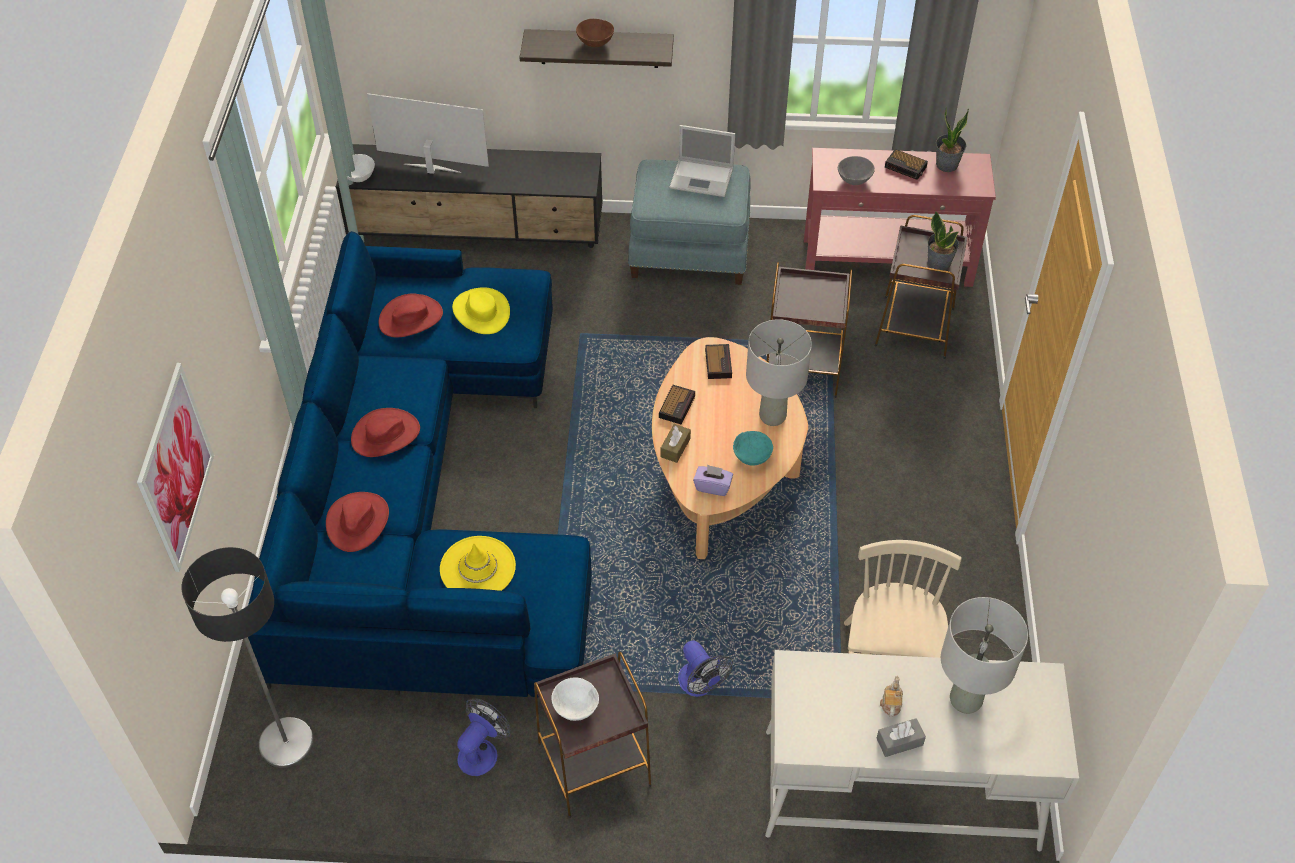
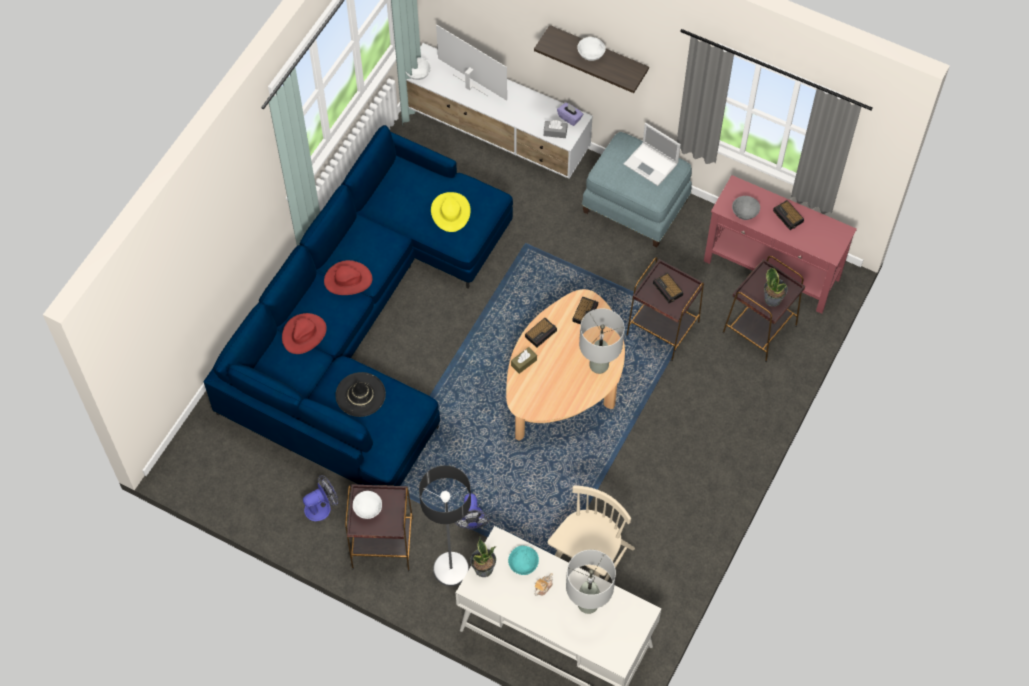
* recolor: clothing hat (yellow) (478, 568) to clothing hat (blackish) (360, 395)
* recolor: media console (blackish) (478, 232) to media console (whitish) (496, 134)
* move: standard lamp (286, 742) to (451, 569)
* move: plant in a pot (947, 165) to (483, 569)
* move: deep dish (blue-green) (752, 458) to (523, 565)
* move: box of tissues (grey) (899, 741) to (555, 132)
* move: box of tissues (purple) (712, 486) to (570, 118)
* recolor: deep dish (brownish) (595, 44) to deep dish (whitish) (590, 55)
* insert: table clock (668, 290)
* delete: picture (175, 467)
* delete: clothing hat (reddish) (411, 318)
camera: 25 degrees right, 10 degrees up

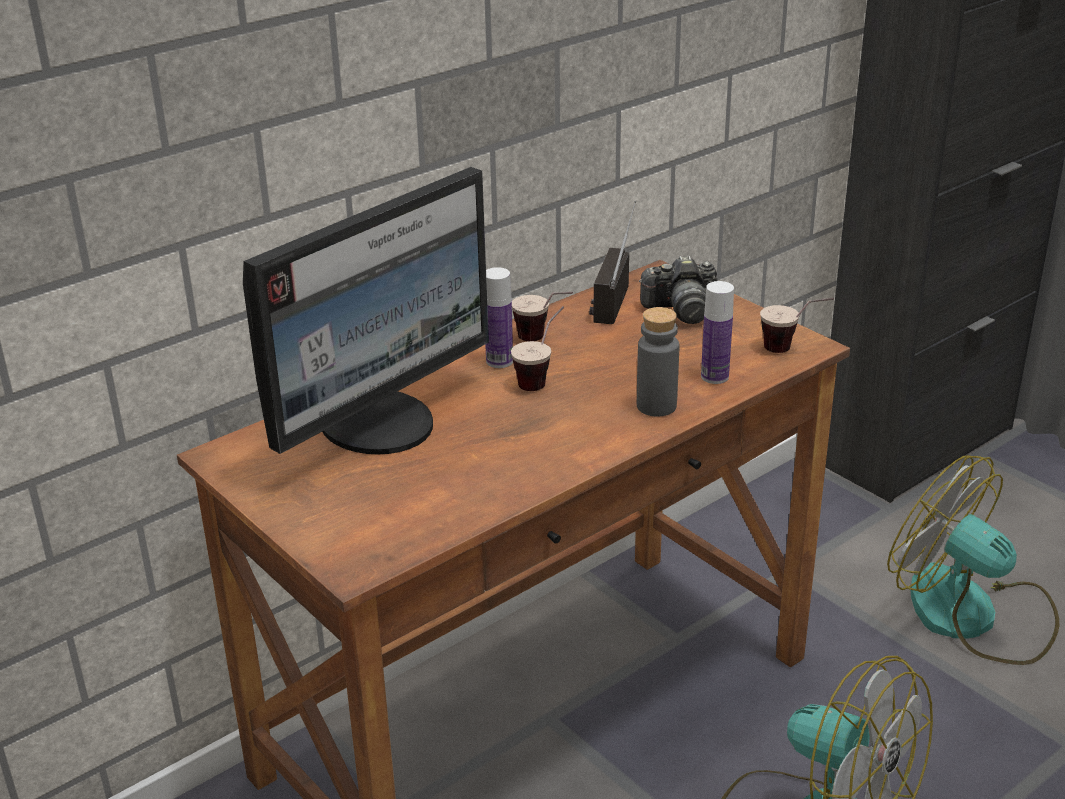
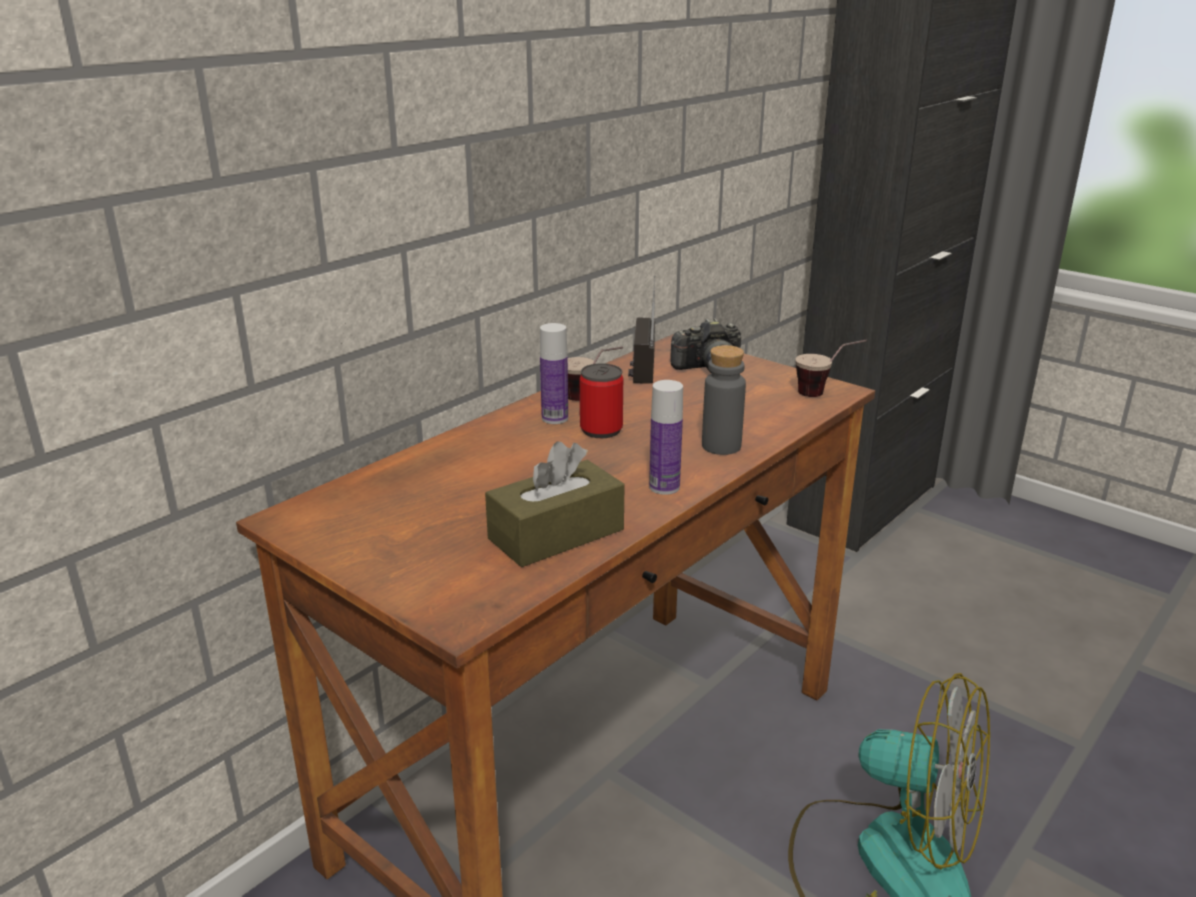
* insert: box of tissues (brownish) (556, 534)
* replace: drinking cup (541, 378) to can (601, 430)
* move: beverage bottle (714, 377) to (664, 487)
* delete: computer screen (381, 424)
* delete: cooling fan (972, 616)
camera: 10 degrees left, 5 degrees down

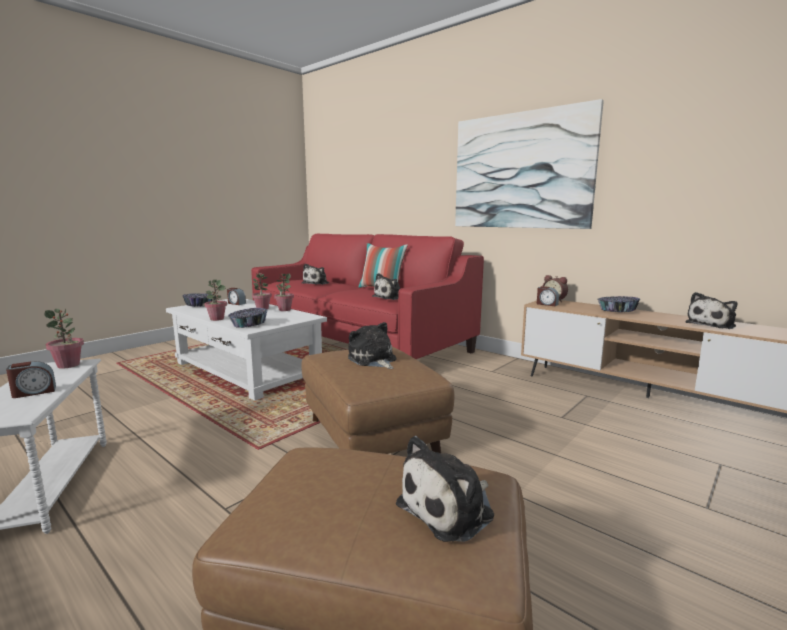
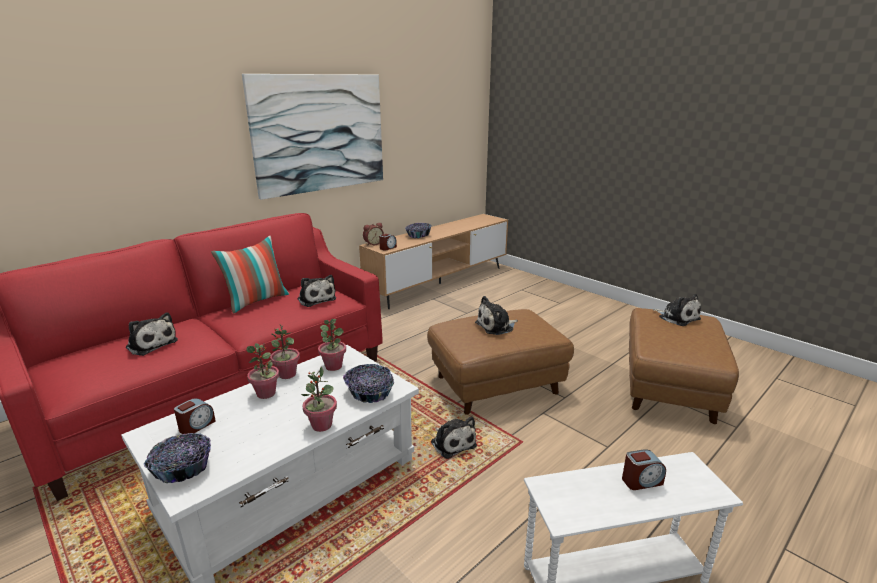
* move: plant in a pot (68, 365) to (333, 366)
* move: plush toy (712, 324) to (452, 442)
* rotate: table clock (34, 392) = (641, 481) 105 degrees clockwise
camera: 85 degrees left, 10 degrees up

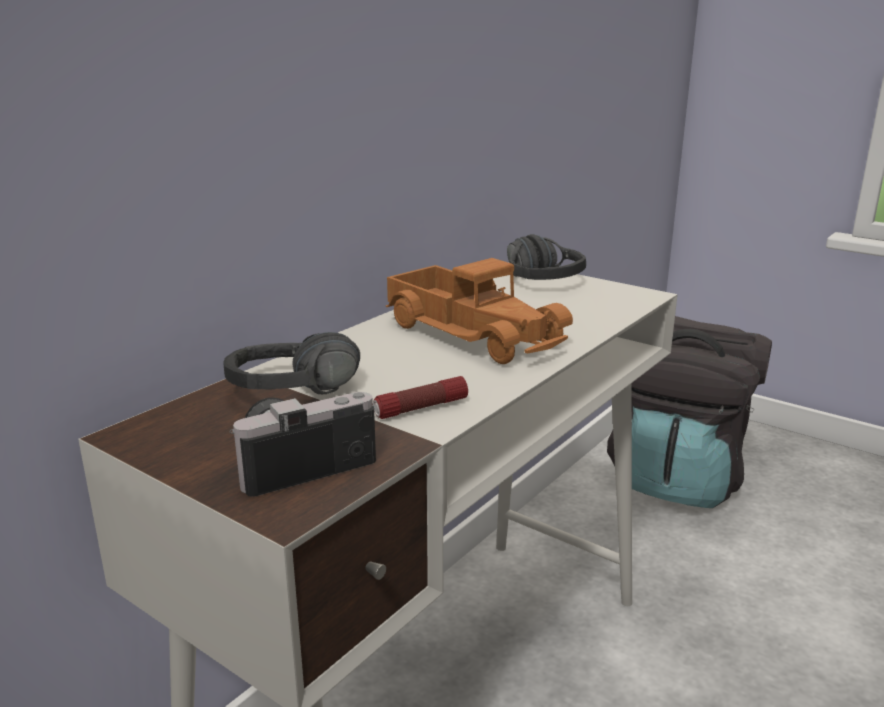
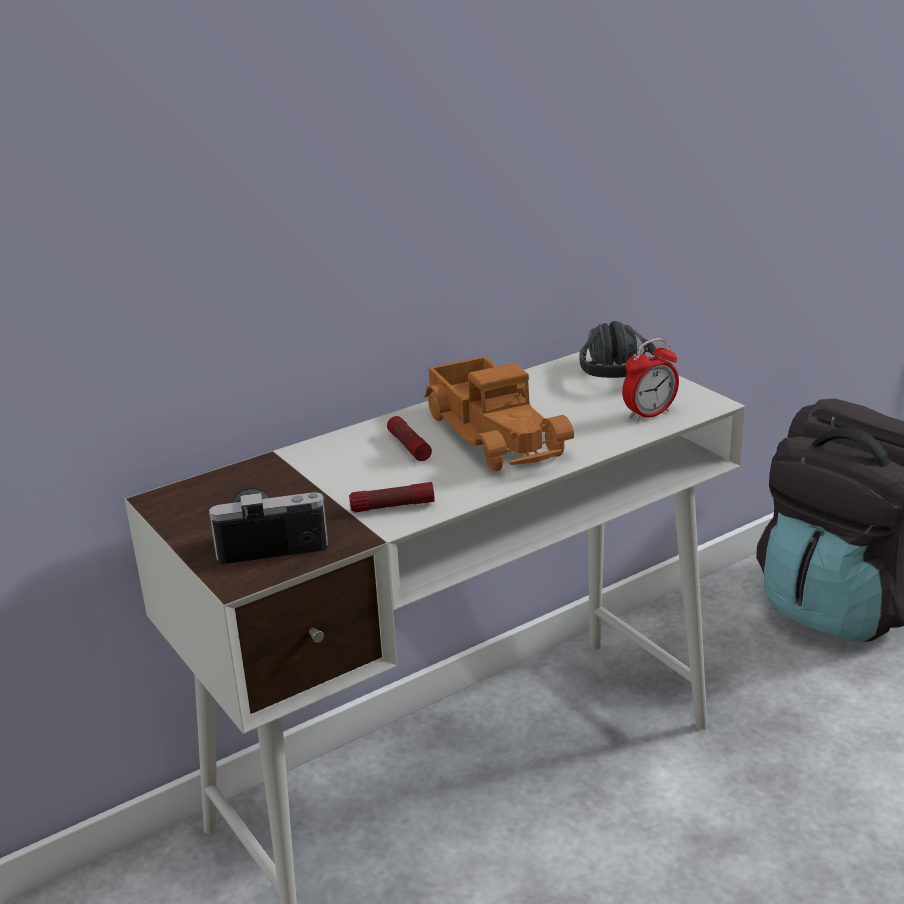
* insert: hand torch (408, 446)
* insert: table clock (649, 414)
* delete: headphones (blackish) (296, 398)
camera: 20 degrees right, 5 degrees up

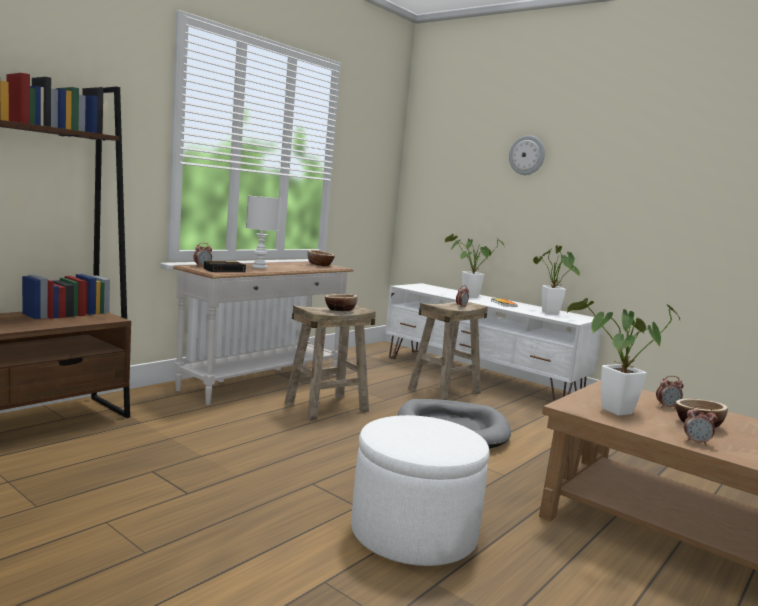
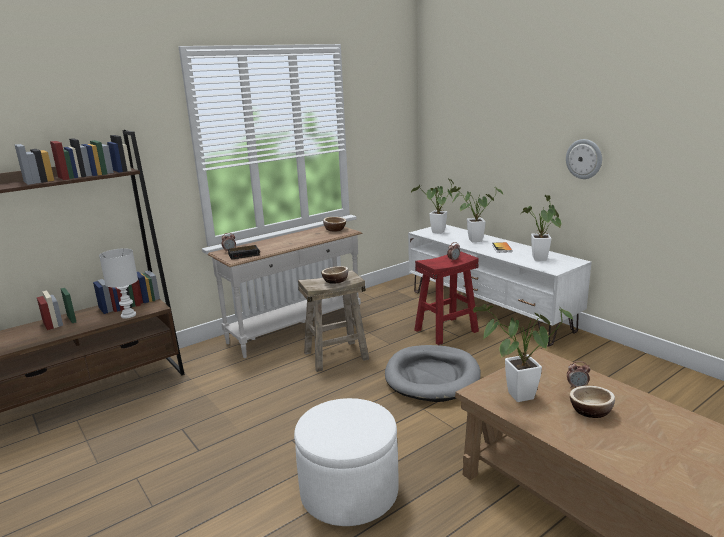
* move: table lamp (whitish) (259, 267) to (128, 315)
* insert: plant in a pot (436, 233)
* recolor: sitting stool (beige-coloured) (444, 391) to sitting stool (reddish) (446, 330)
* move: hanging clock (527, 155) to (584, 159)
* delete: table clock (696, 442)
camera: 15 degrees right, 10 degrees up

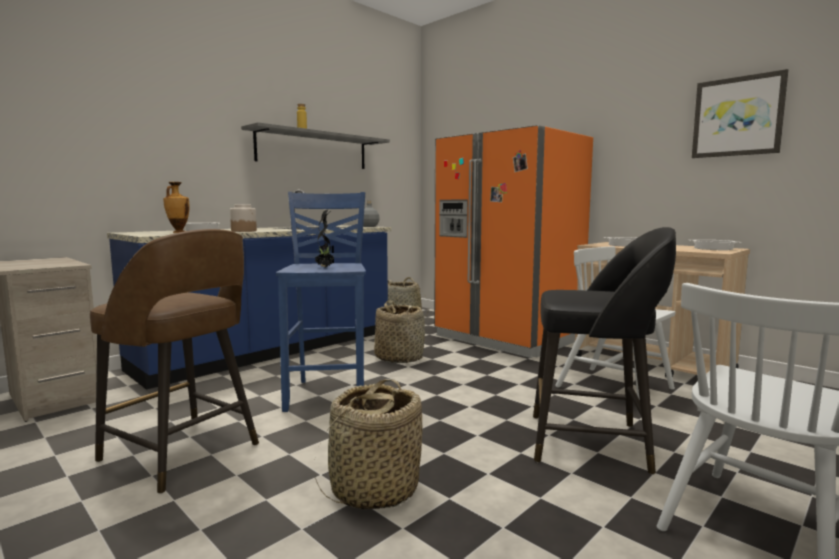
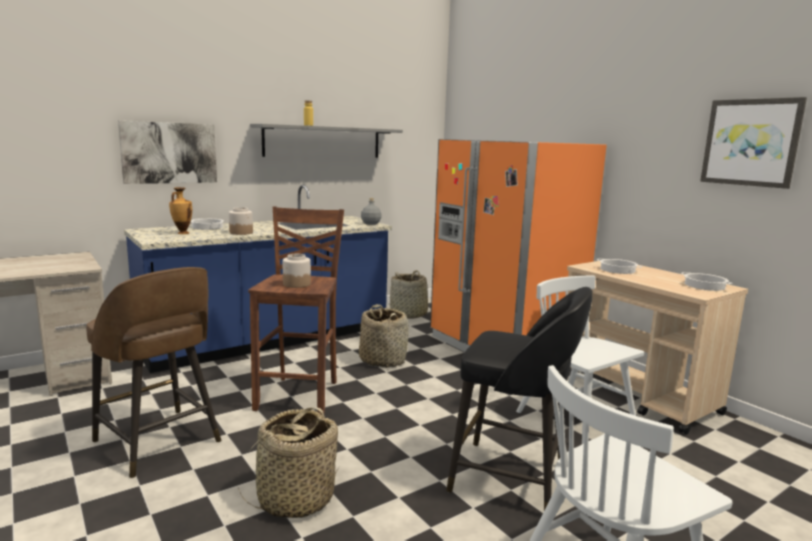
* insert: picture (169, 153)
* recolor: sitting stool (bluish) (329, 393) to sitting stool (brownish) (300, 395)
* replace: plant in a pot (325, 267) to jar (296, 284)
camera: 10 degrees right, 5 degrees up

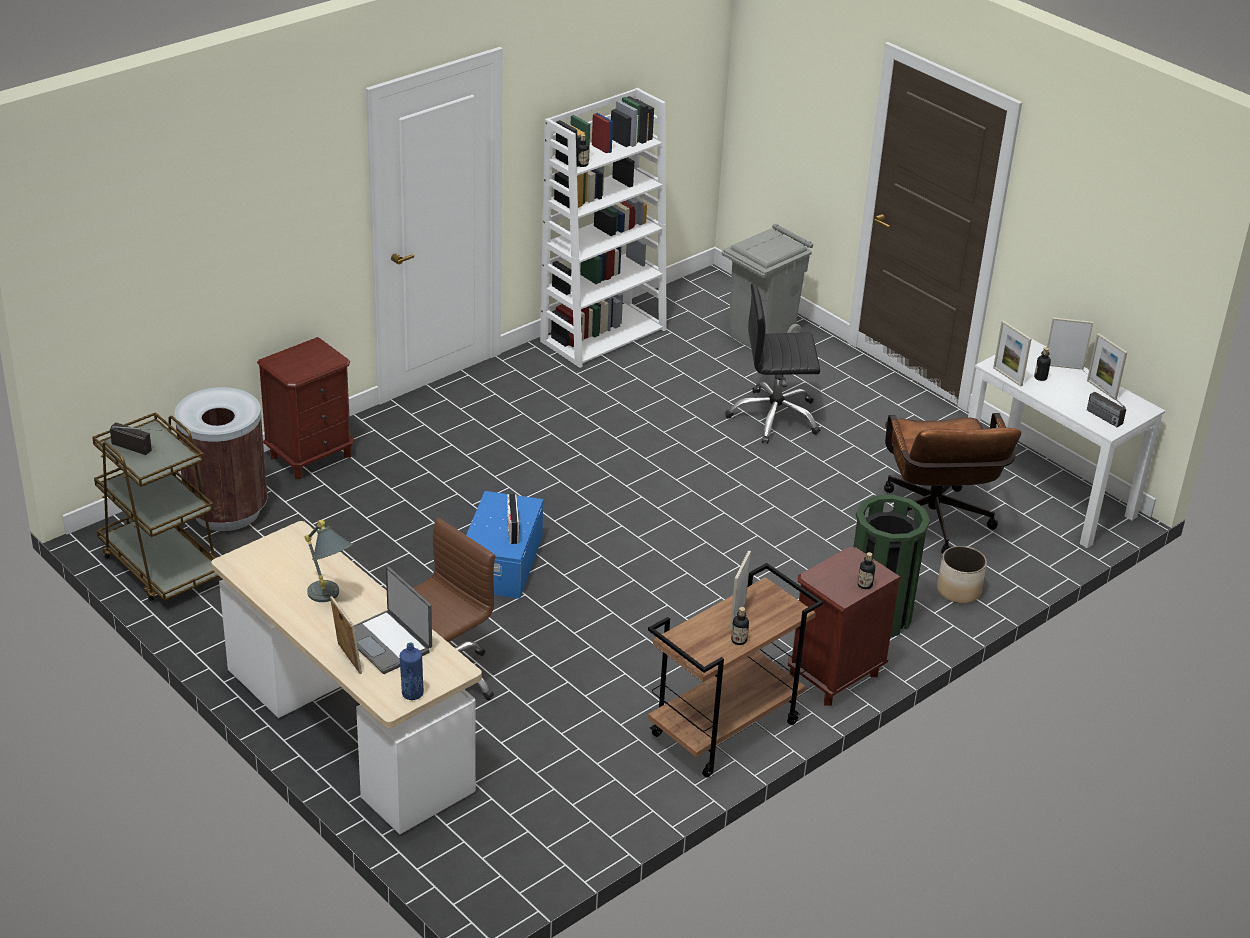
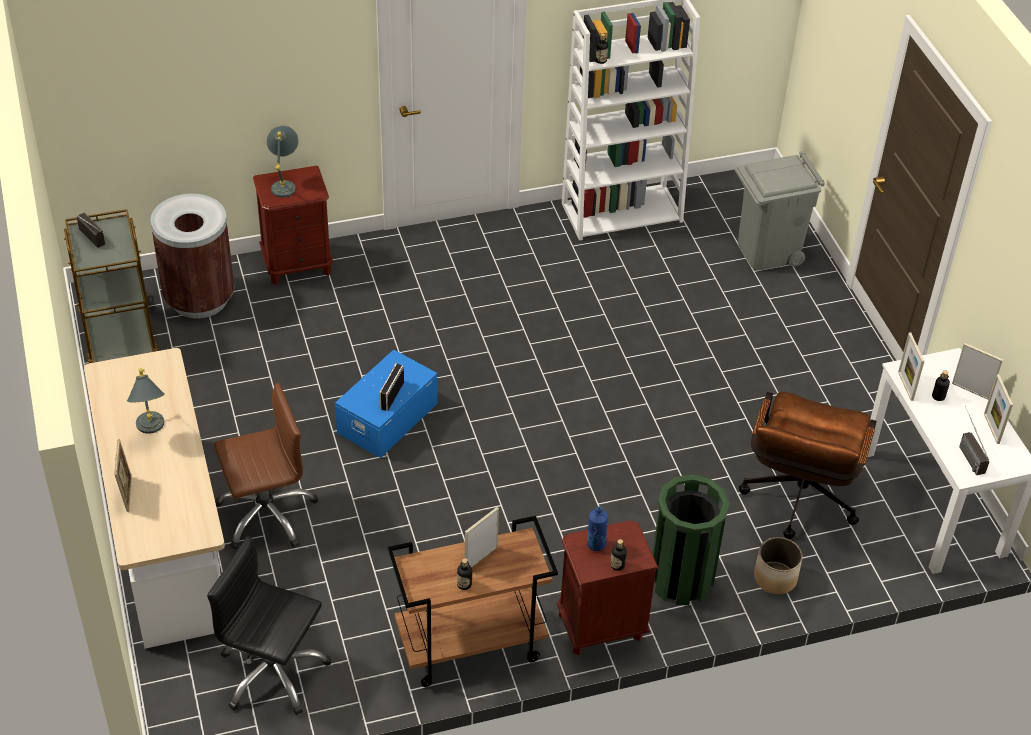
* move: office chair (blackish) (774, 417) to (272, 673)
* insert: table lamp (grey) (285, 183)
* move: beverage bottle (bluish) (412, 693) to (596, 544)
* delete: laptop (388, 642)
camera: 25 degrees right, 10 degrees up

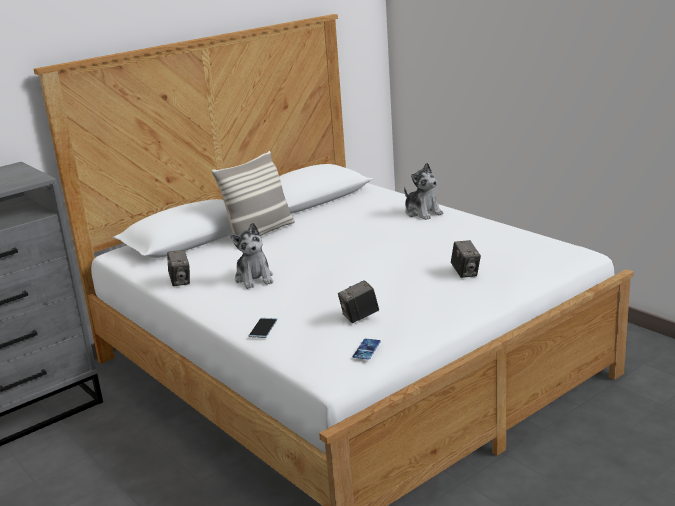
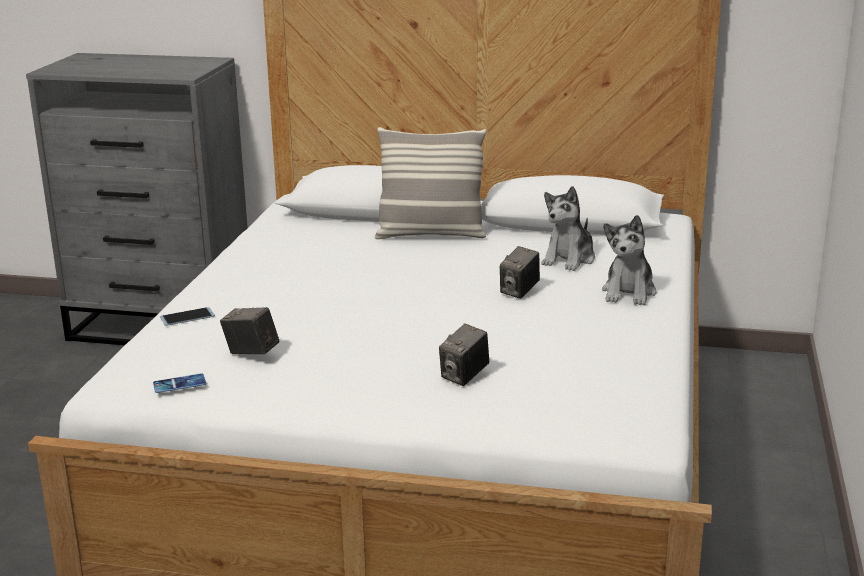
* move: photo camera (180, 281) to (519, 291)
* move: plush toy (254, 278) to (569, 259)
camera: 50 degrees right, 0 degrees up

